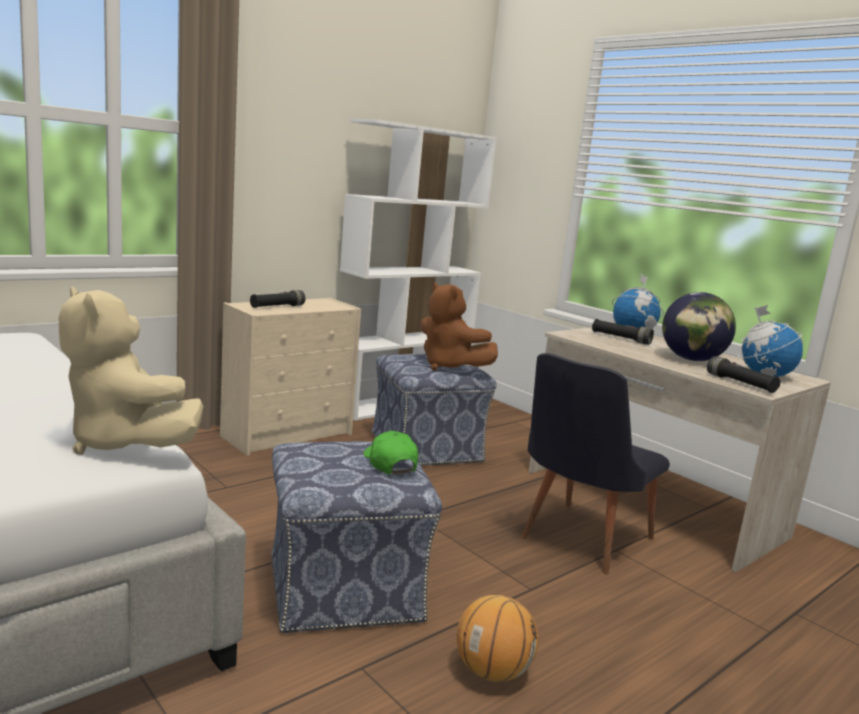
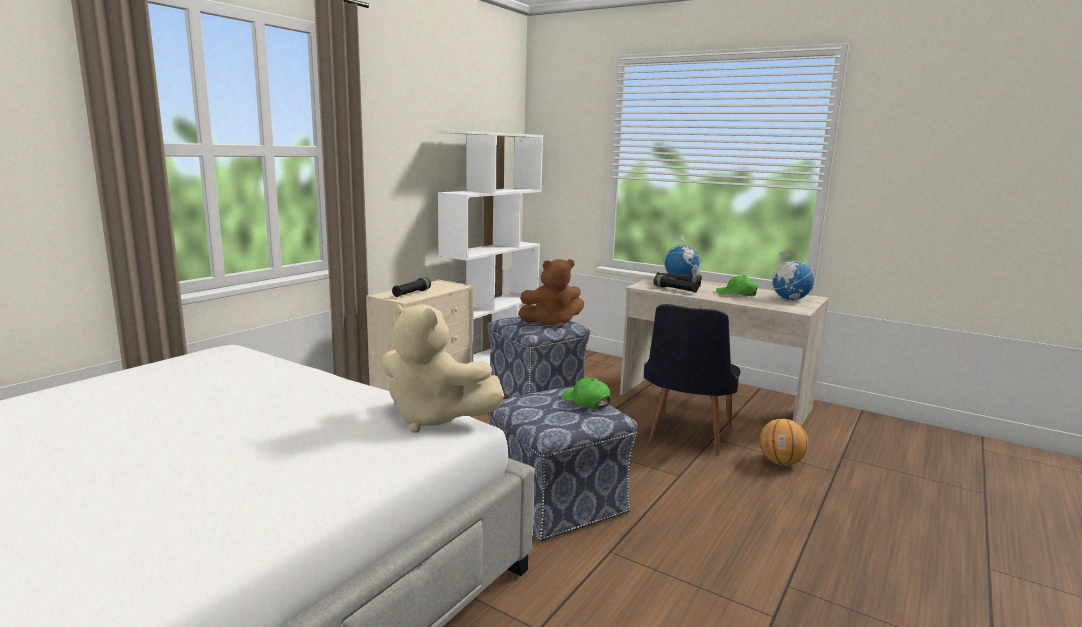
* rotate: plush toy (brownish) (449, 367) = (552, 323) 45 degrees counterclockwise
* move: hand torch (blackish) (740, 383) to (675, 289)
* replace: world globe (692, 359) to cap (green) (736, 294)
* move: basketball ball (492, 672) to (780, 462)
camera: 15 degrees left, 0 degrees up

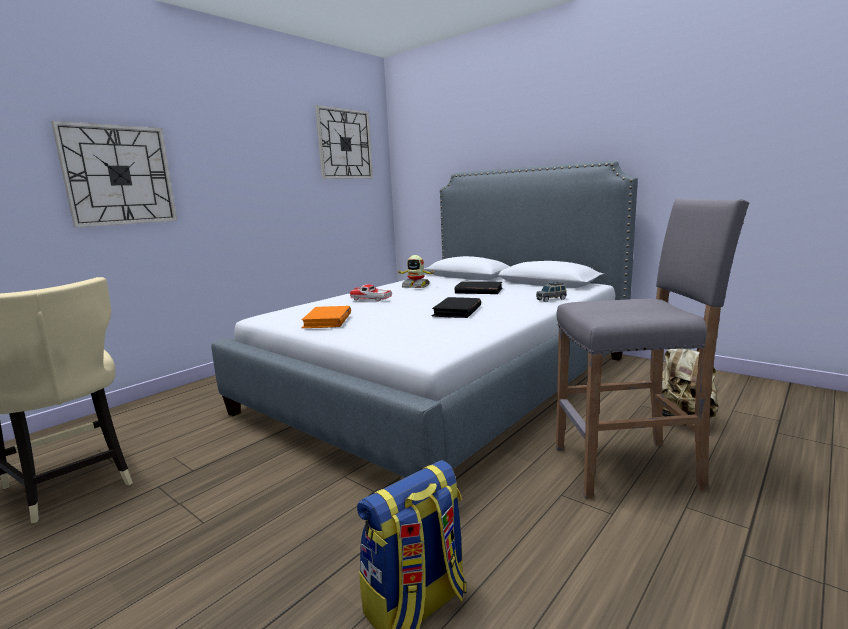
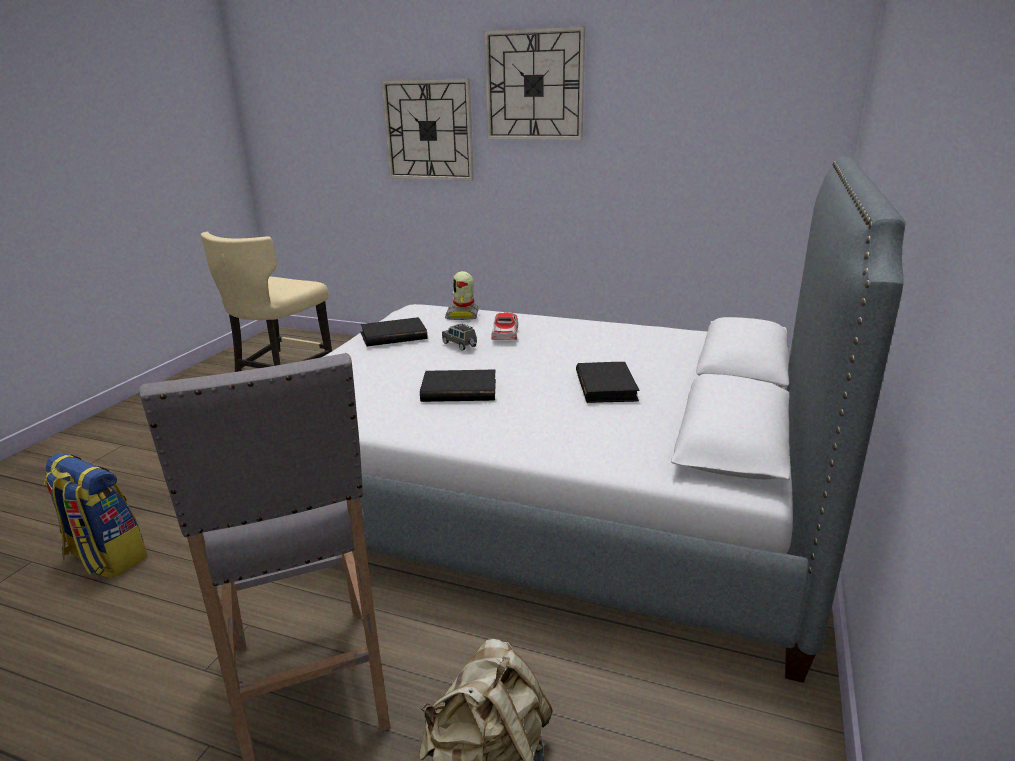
* recolor: book (orangey) (327, 320) to book (blackish) (393, 336)
* move: miniature car (grey) (551, 299) to (459, 345)
* move: toy robot (416, 286) to (463, 315)
* move: hanging clock (344, 144) to (534, 85)
camera: 70 degrees right, 10 degrees up

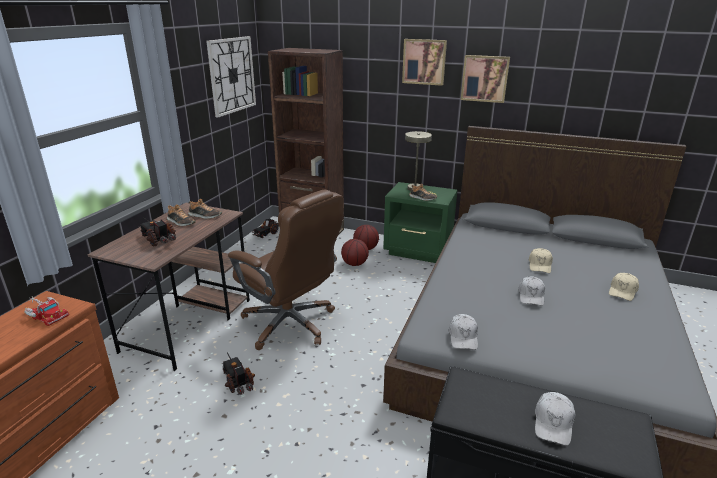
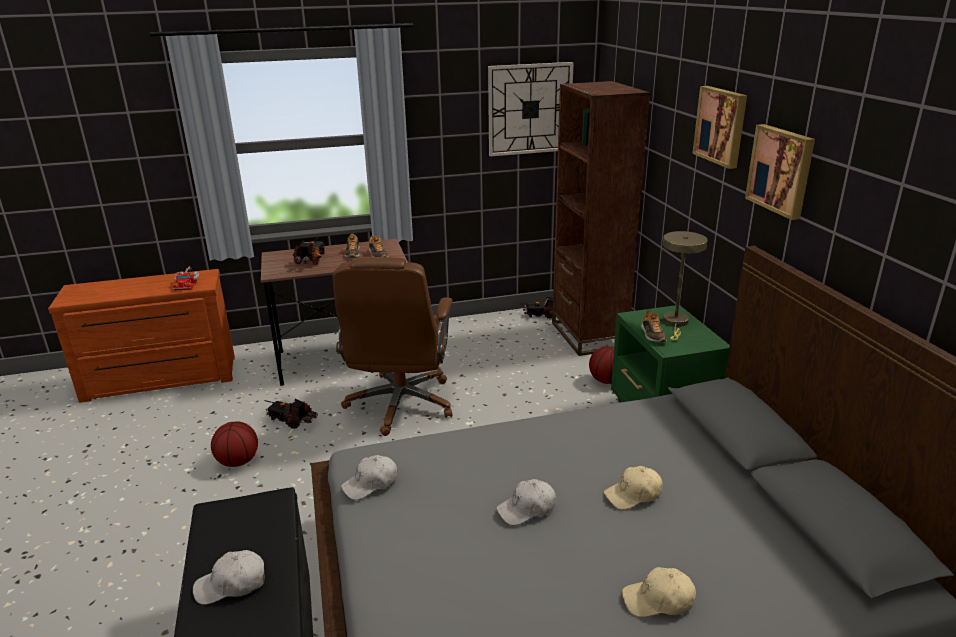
* move: basketball ball (354, 264) to (238, 461)
* rotate: model truck (238, 381) = (292, 420) 90 degrees counterclockwise
camera: 55 degrees right, 0 degrees up

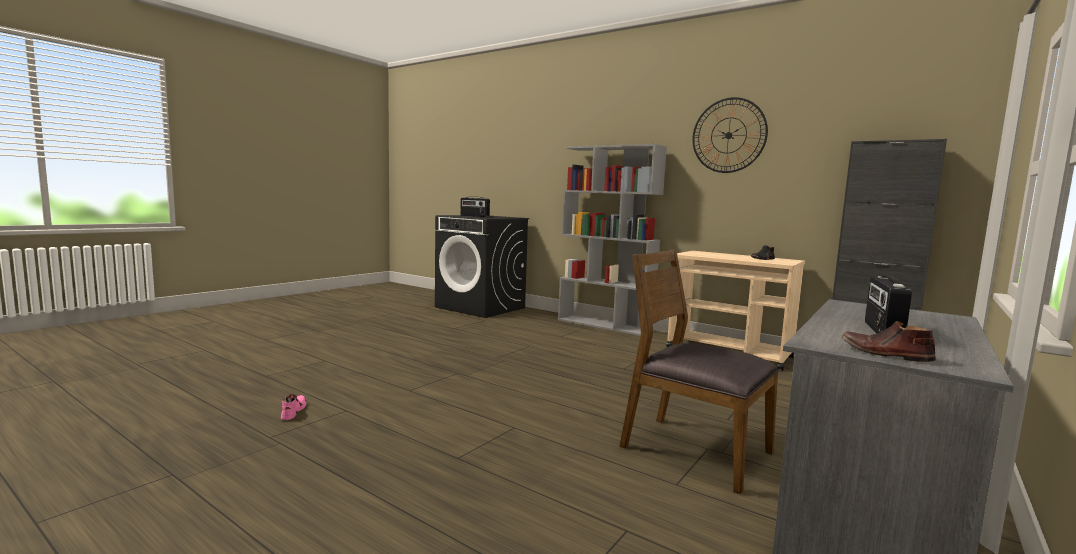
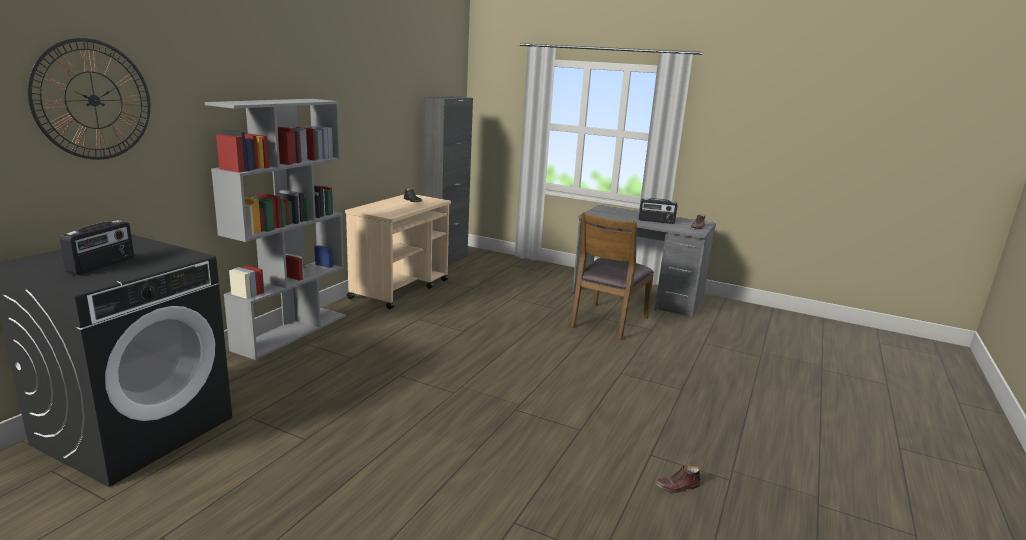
* move: hanging clock (728, 135) to (93, 100)
* recolor: shoe (pink-coloured) (293, 411) to shoe (brownish) (677, 486)
camera: 100 degrees left, 10 degrees up

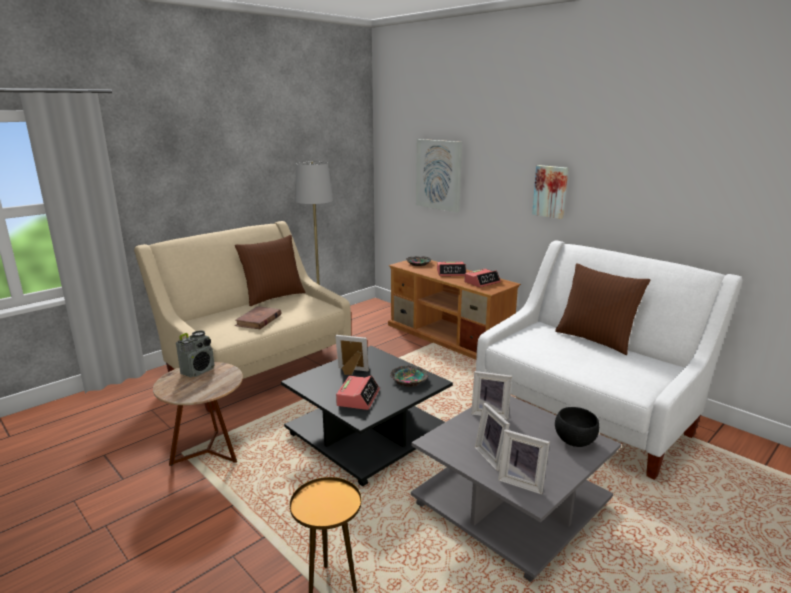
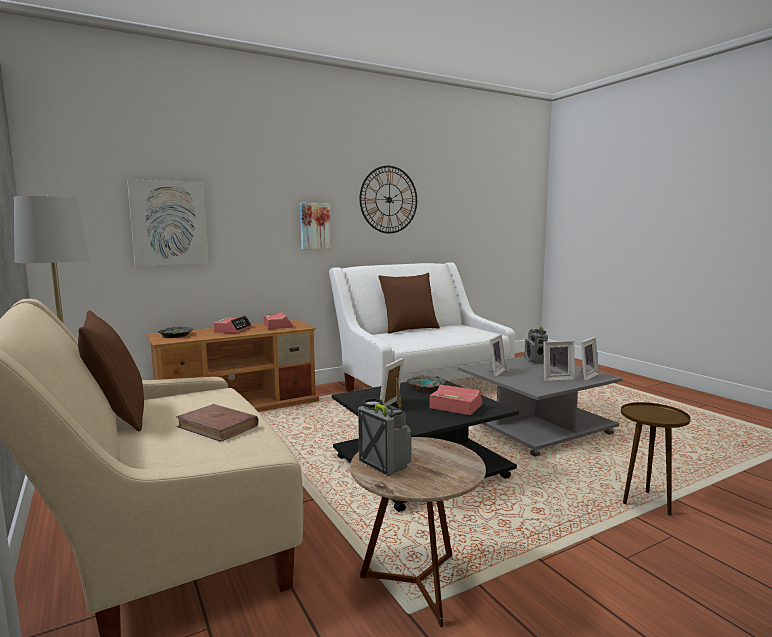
* insert: hanging clock (389, 199)
* replace: deep dish (blackish) (574, 442) to radio set (535, 361)
camera: 75 degrees left, 10 degrees down

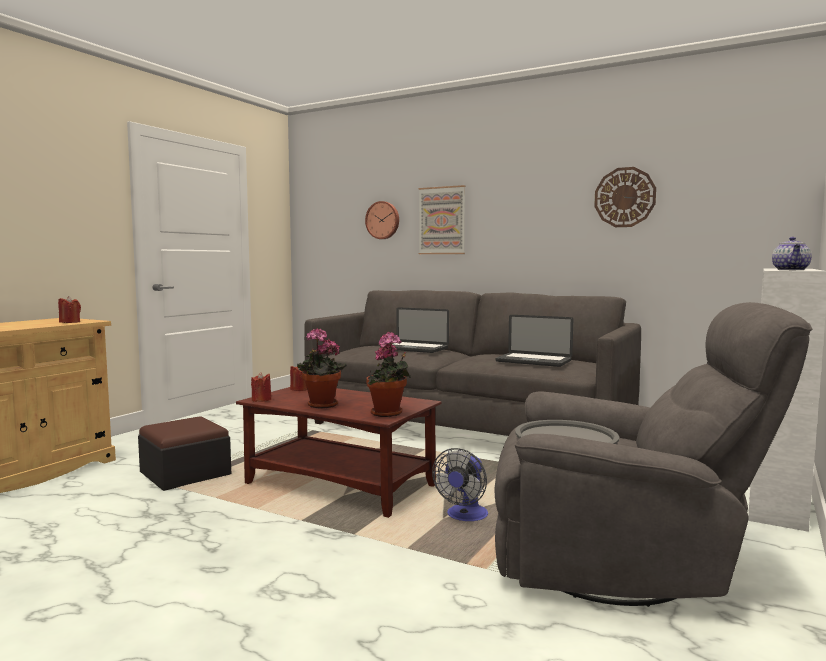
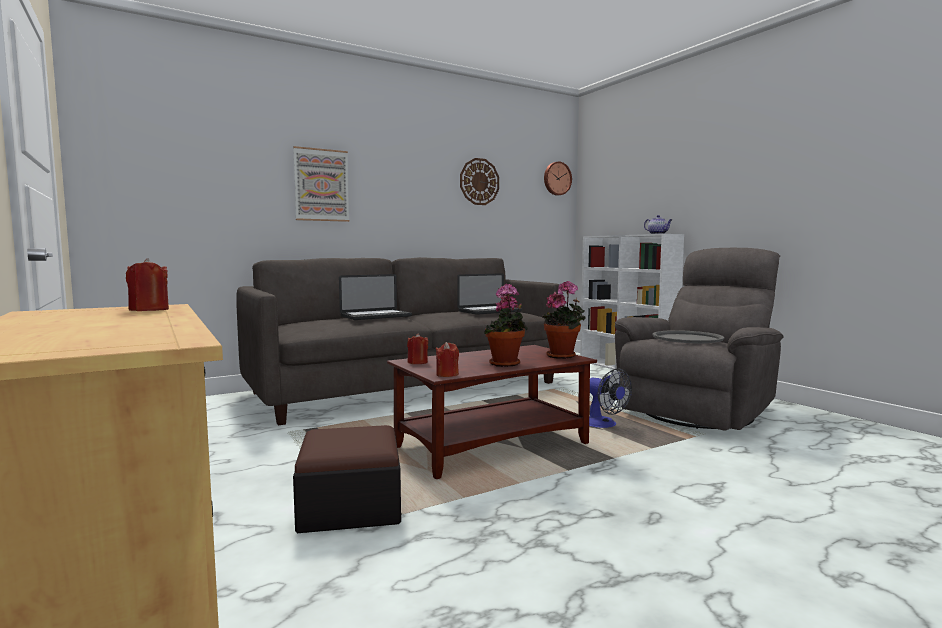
* move: hanging clock (383, 220) to (556, 178)
camera: 60 degrees left, 0 degrees up

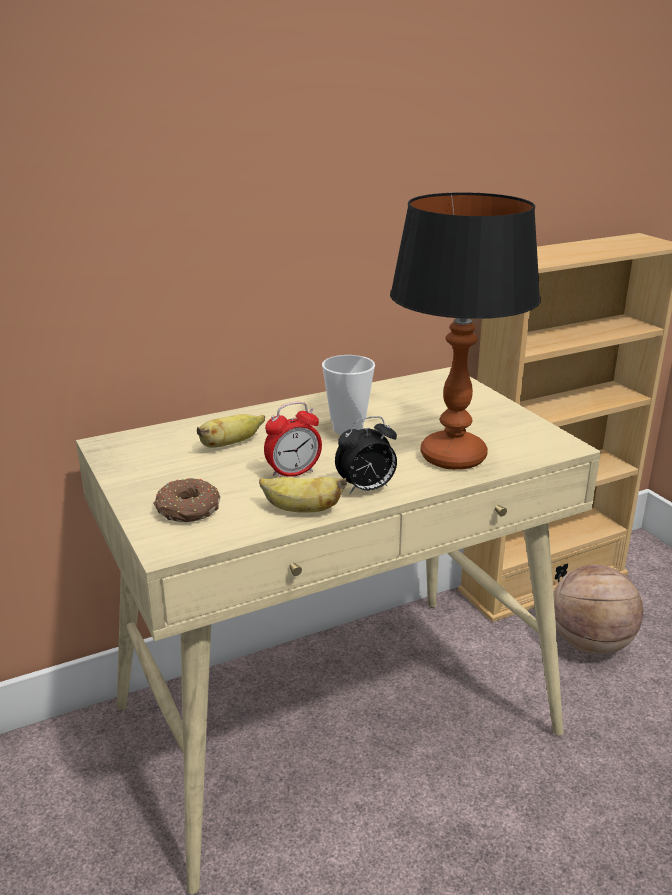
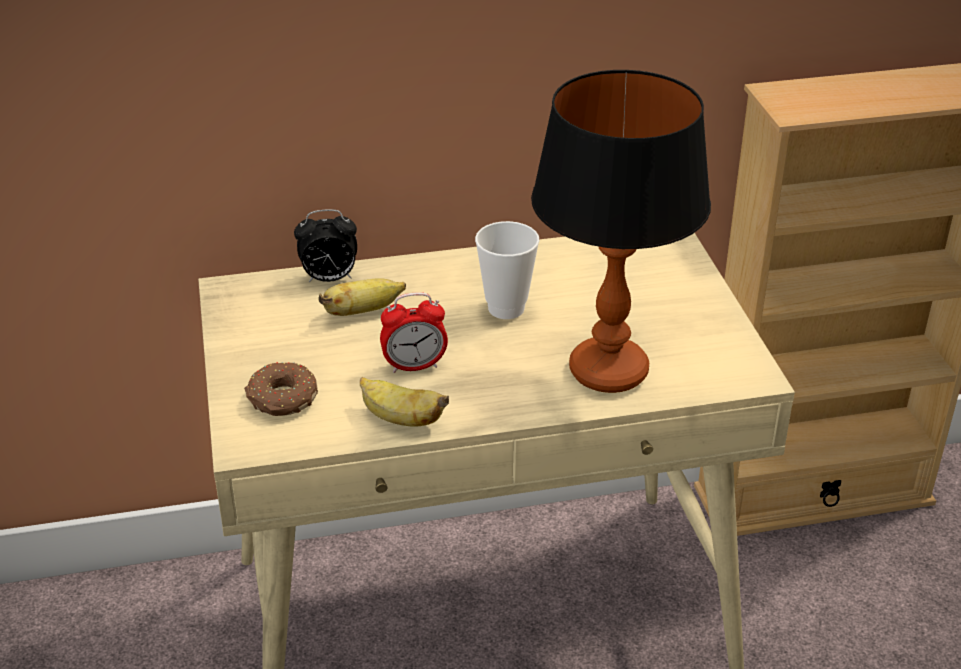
* move: table clock (366, 489) to (329, 279)
* delete: basketball ball (590, 644)
camera: 15 degrees right, 10 degrees up

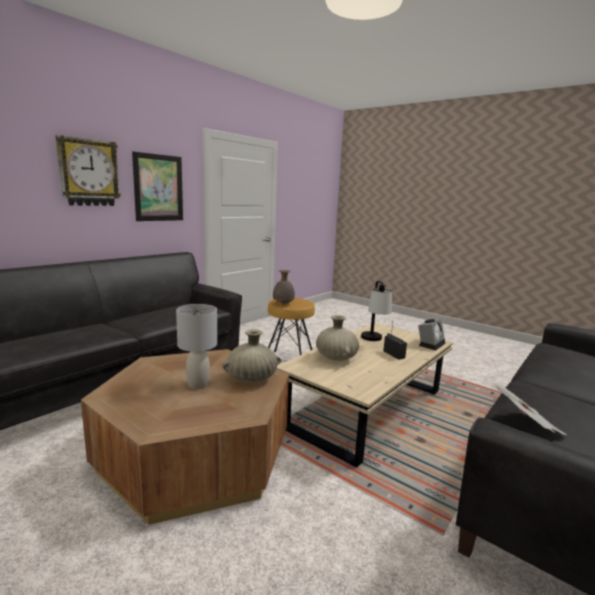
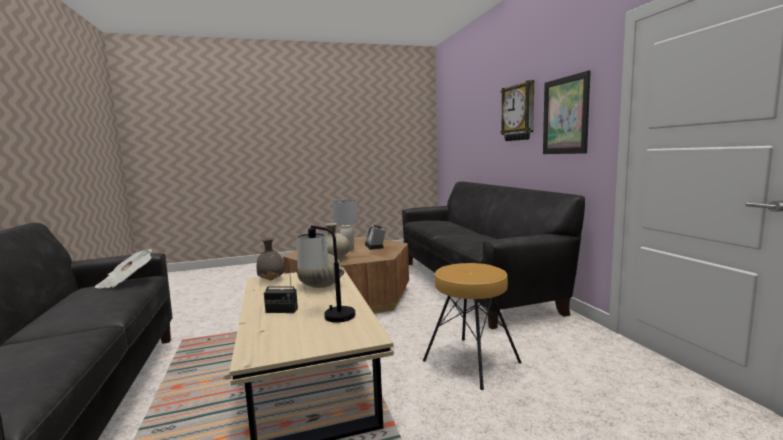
* move: flower vase (grey) (283, 304) to (272, 280)
* move: table clock (430, 343) to (375, 246)
camera: 125 degrees right, 5 degrees down

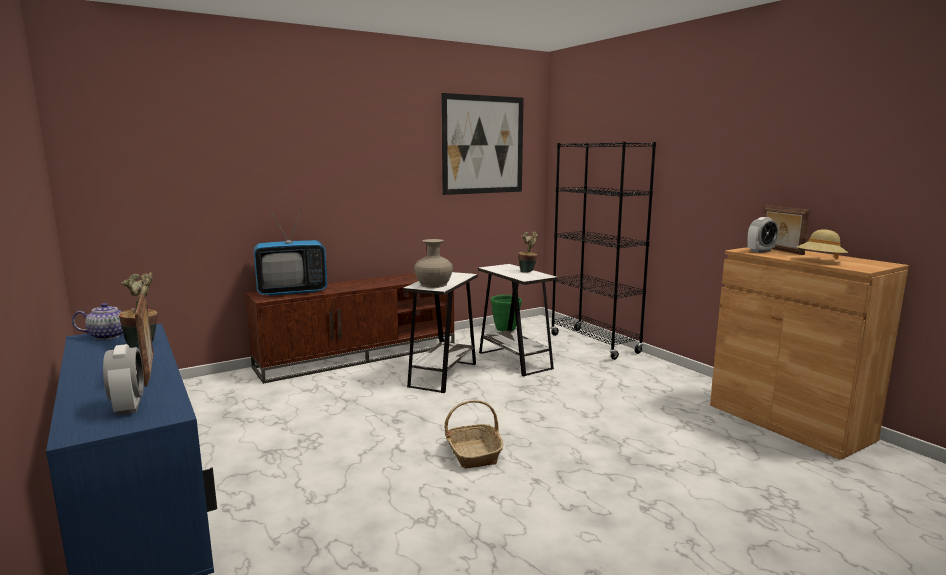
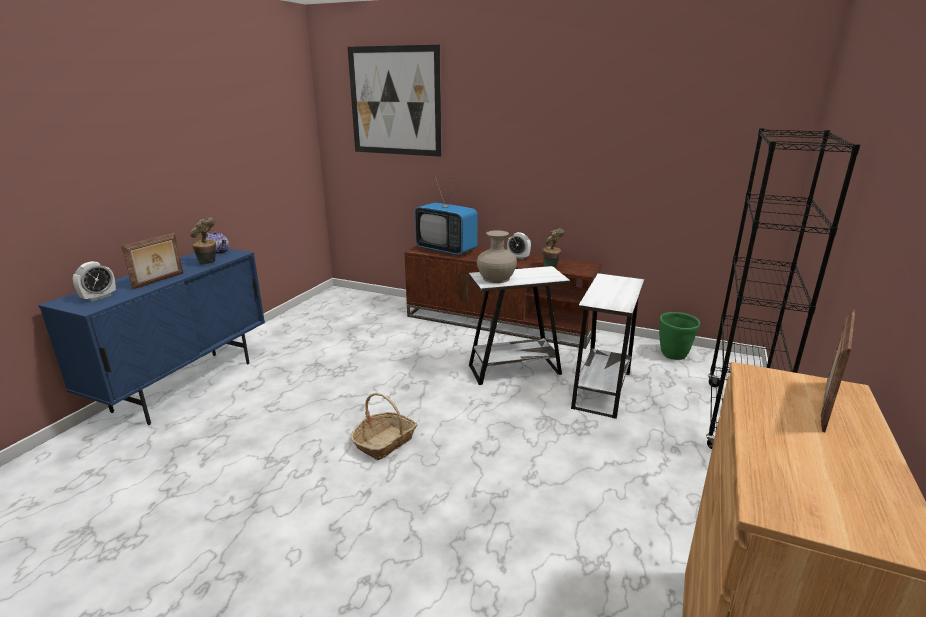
* move: picture (483, 145) to (395, 101)
* move: table clock (760, 251) to (518, 257)
* move: plant in a pot (528, 271) to (551, 267)
* delete: clothing hat (beige-coloured) (820, 261)
camera: 55 degrees right, 10 degrees up

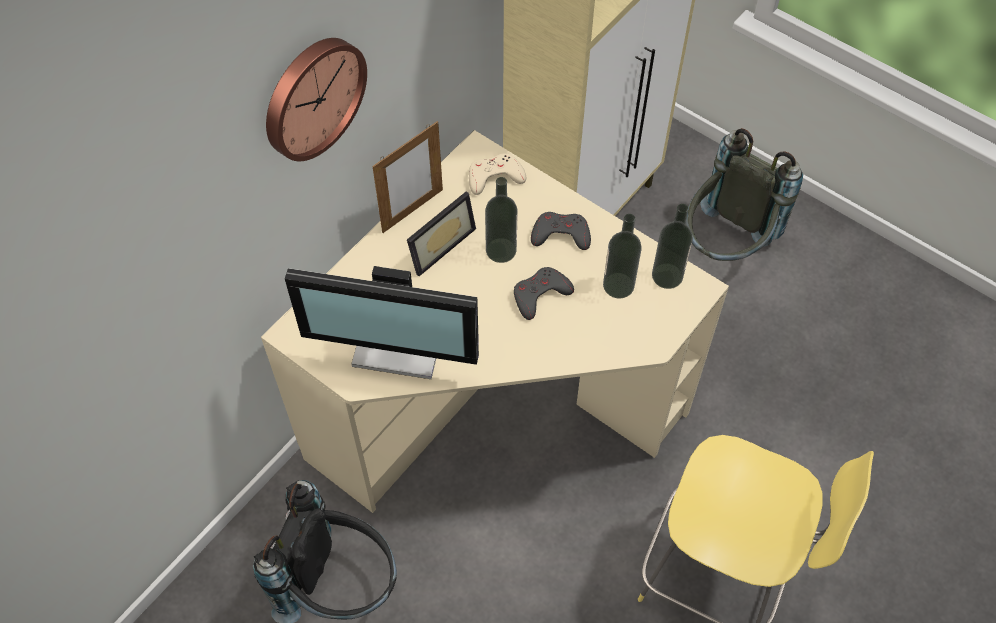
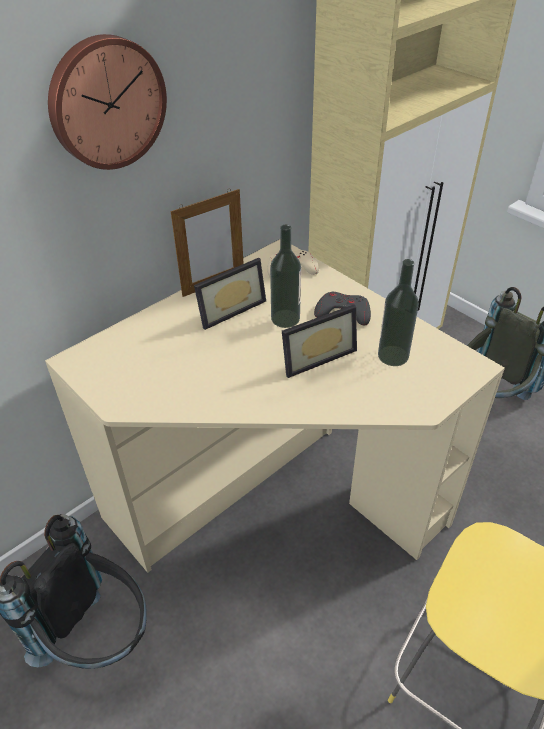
* replace: gamepad (grey) (540, 295) to photo frame (315, 355)
* delete: computer screen (400, 342)
* delete: beverage bottle (667, 276)
camera: 10 degrees right, 15 degrees down

